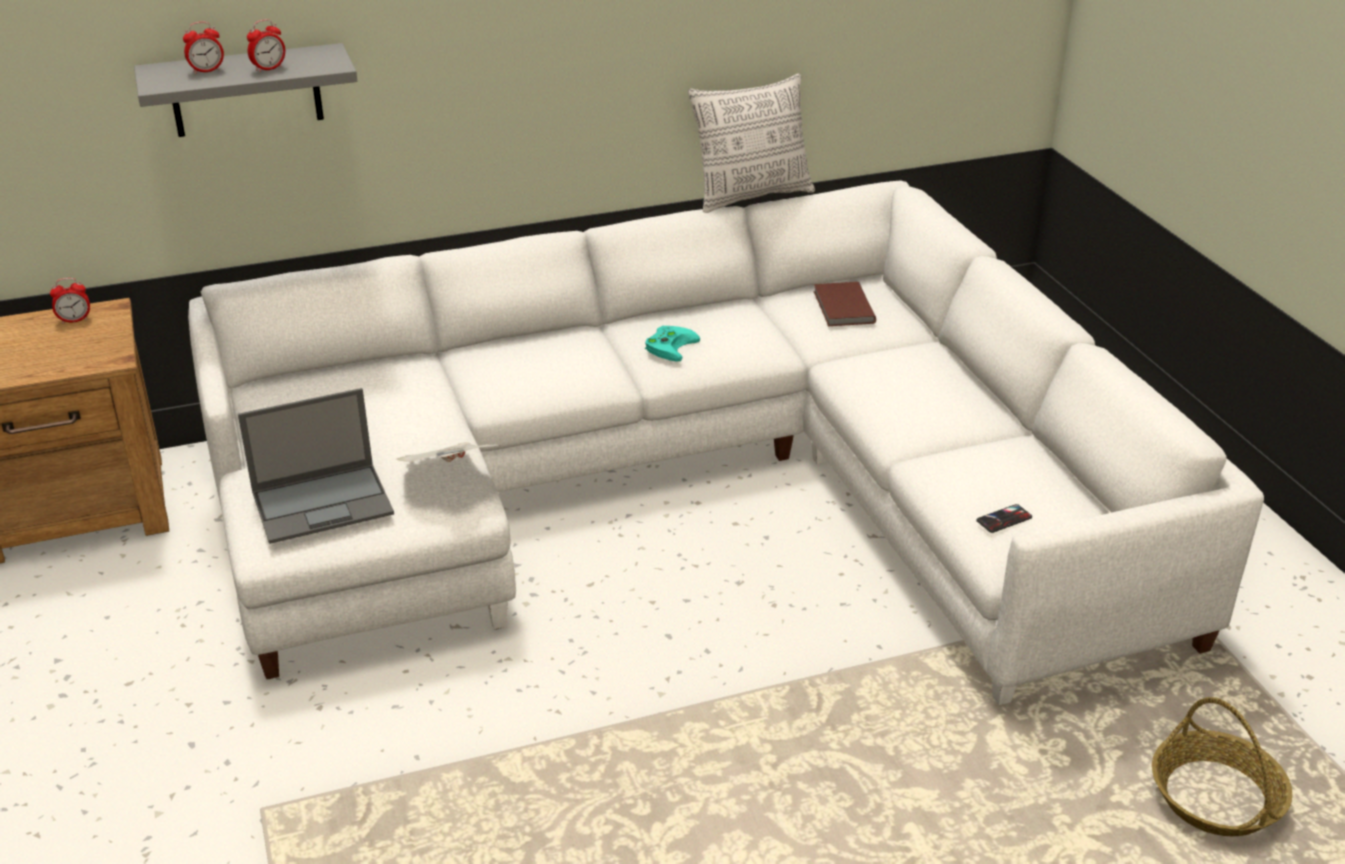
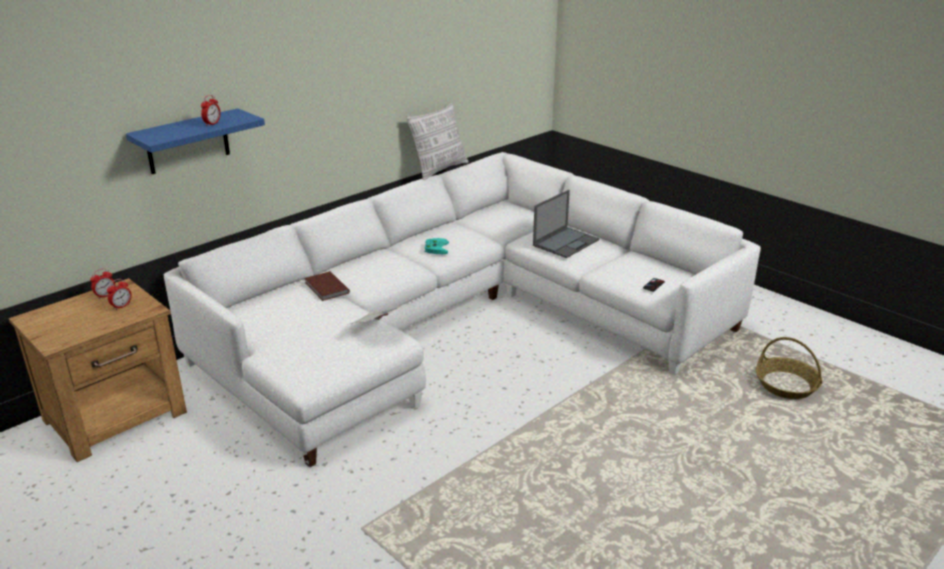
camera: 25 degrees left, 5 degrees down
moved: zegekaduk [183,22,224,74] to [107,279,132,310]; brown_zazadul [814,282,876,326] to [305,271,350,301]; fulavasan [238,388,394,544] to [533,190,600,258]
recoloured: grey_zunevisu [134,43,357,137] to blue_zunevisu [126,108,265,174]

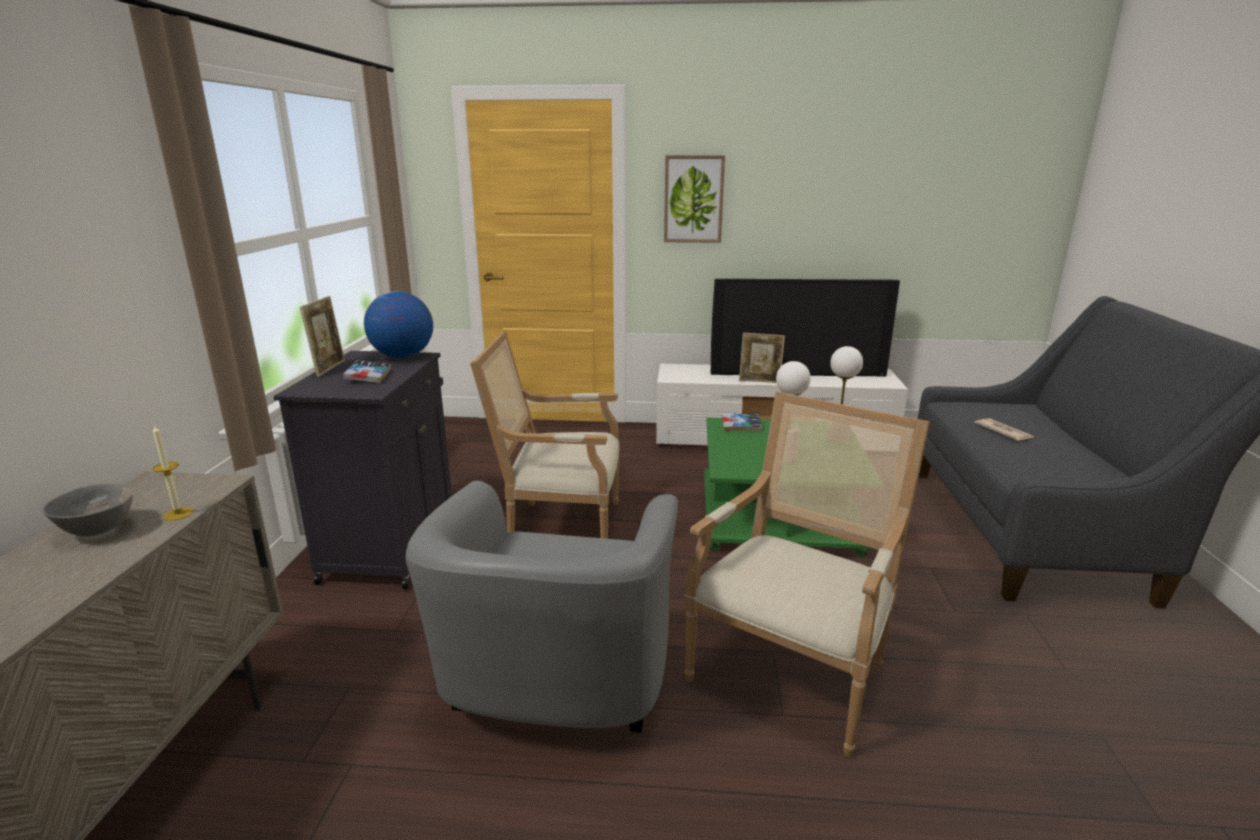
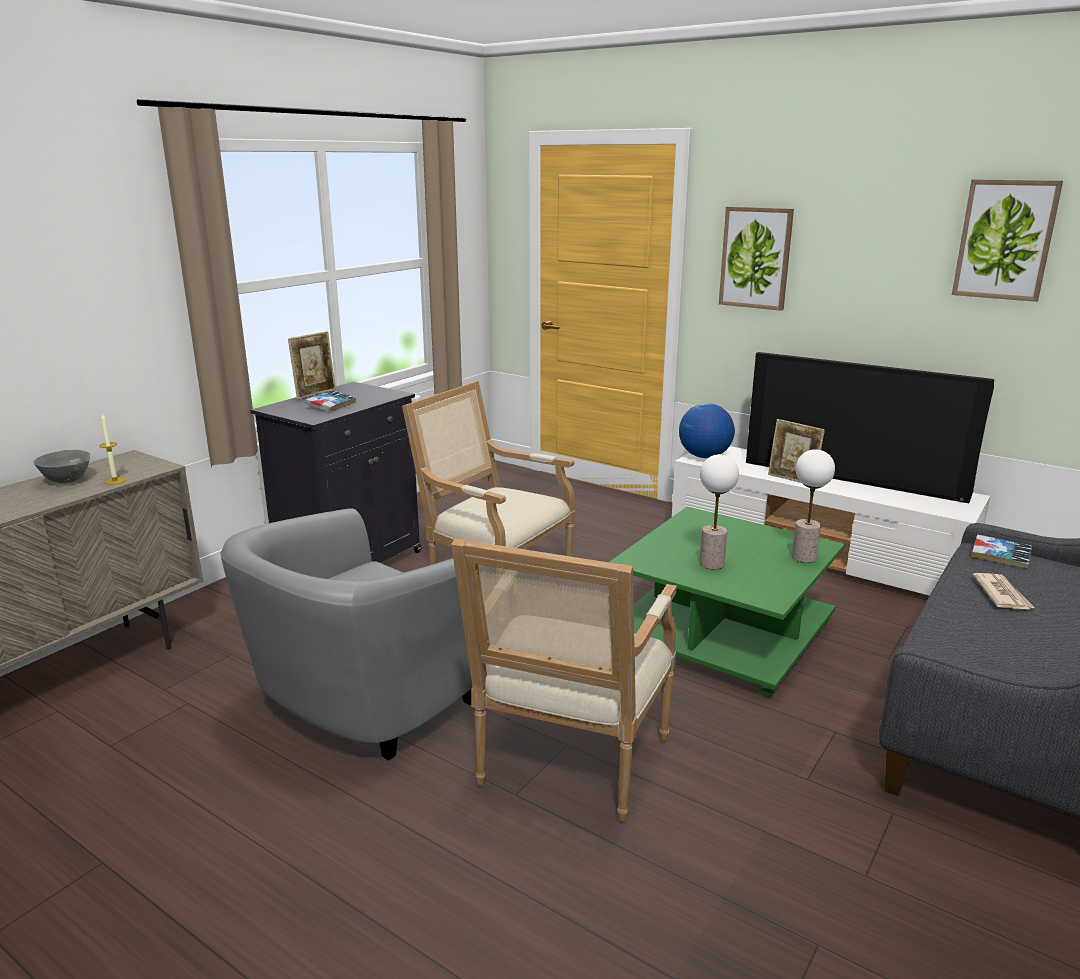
camera: 30 degrees right, 0 degrees up
added: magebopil [952,180,1063,302]
moved: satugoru [364,291,433,358] to [679,403,735,458]; zazadul [722,414,762,432] to [971,534,1032,568]
turned: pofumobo [684,391,930,757] = [451,538,677,821] 135 degrees clockwise

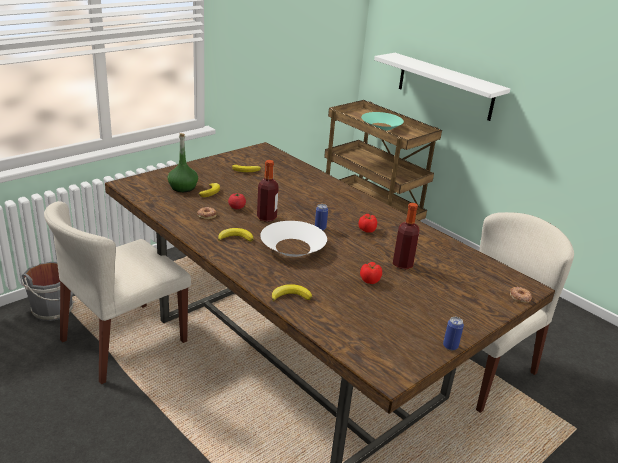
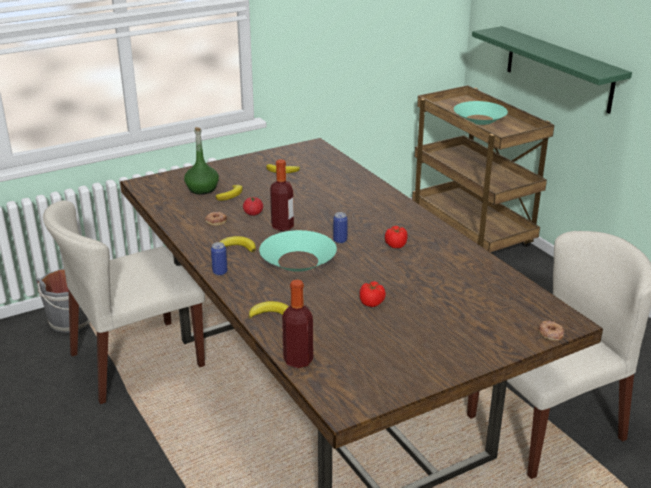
camera: 15 degrees right, 0 degrees up
moved: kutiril [393,203,419,269] to [282,279,313,368]; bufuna [443,317,464,350] to [211,242,228,275]
recoloured: white_zunevisu [374,53,510,121] to green_zunevisu [472,26,632,114]; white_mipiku [260,221,327,257] to turquoise_mipiku [259,230,337,272]

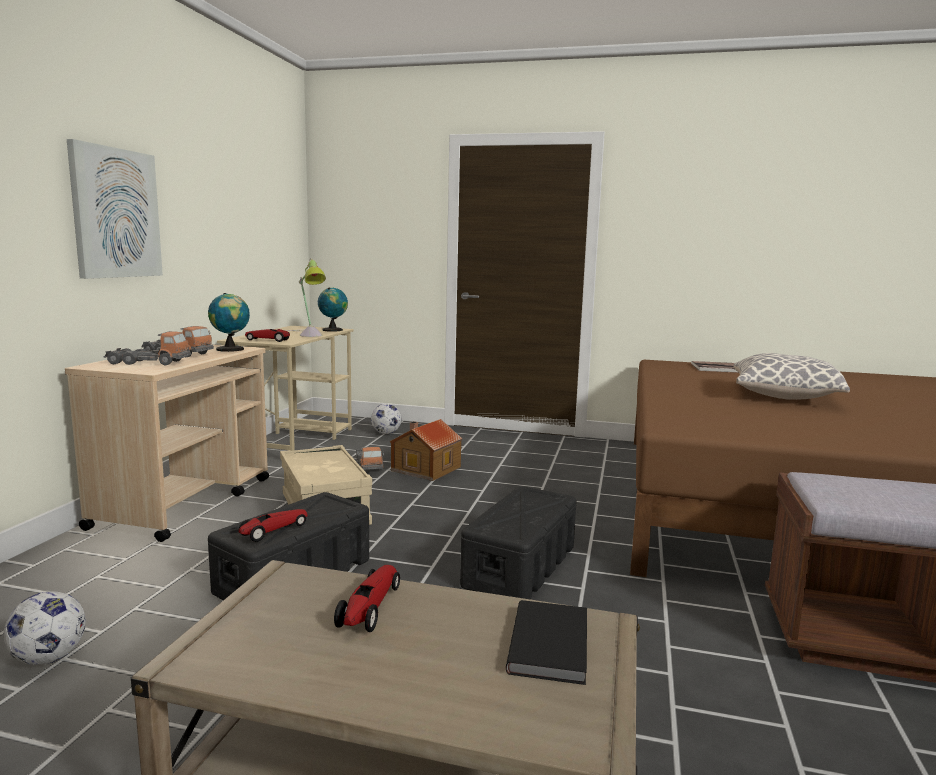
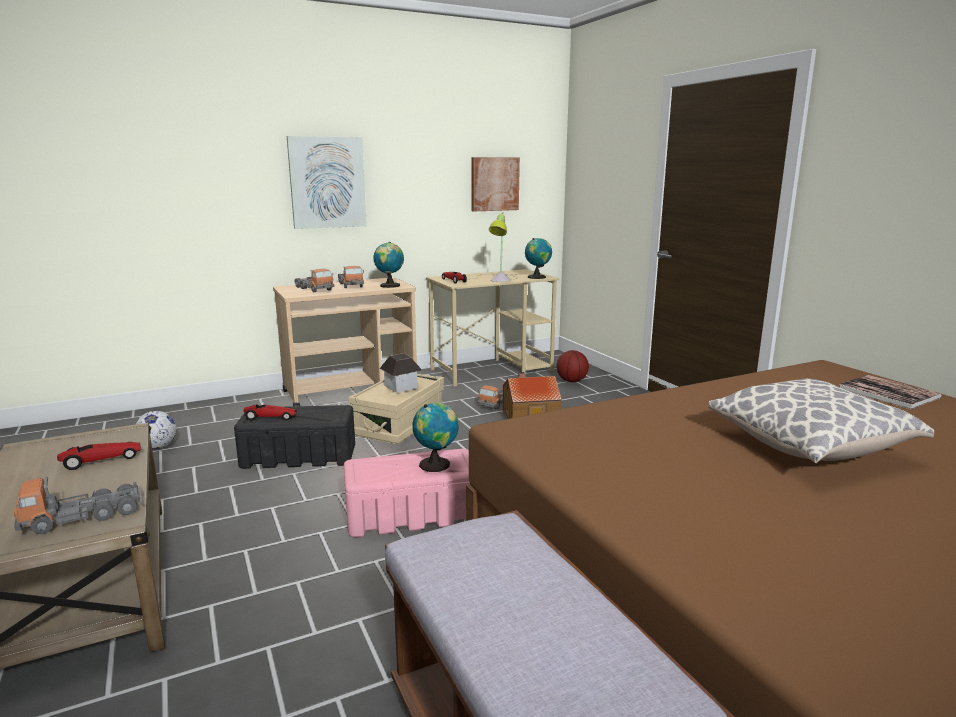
camera: 50 degrees right, 5 degrees up
added: magebopil [471,157,520,212]; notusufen [380,353,422,393]; satugoru [412,403,459,472]
replaced: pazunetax [371,404,402,434] to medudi [556,350,589,382]; black_zazadul [506,600,587,685] to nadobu [14,476,142,534]
recoloured: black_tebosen [460,486,576,599] to pink_tebosen [344,449,470,538]

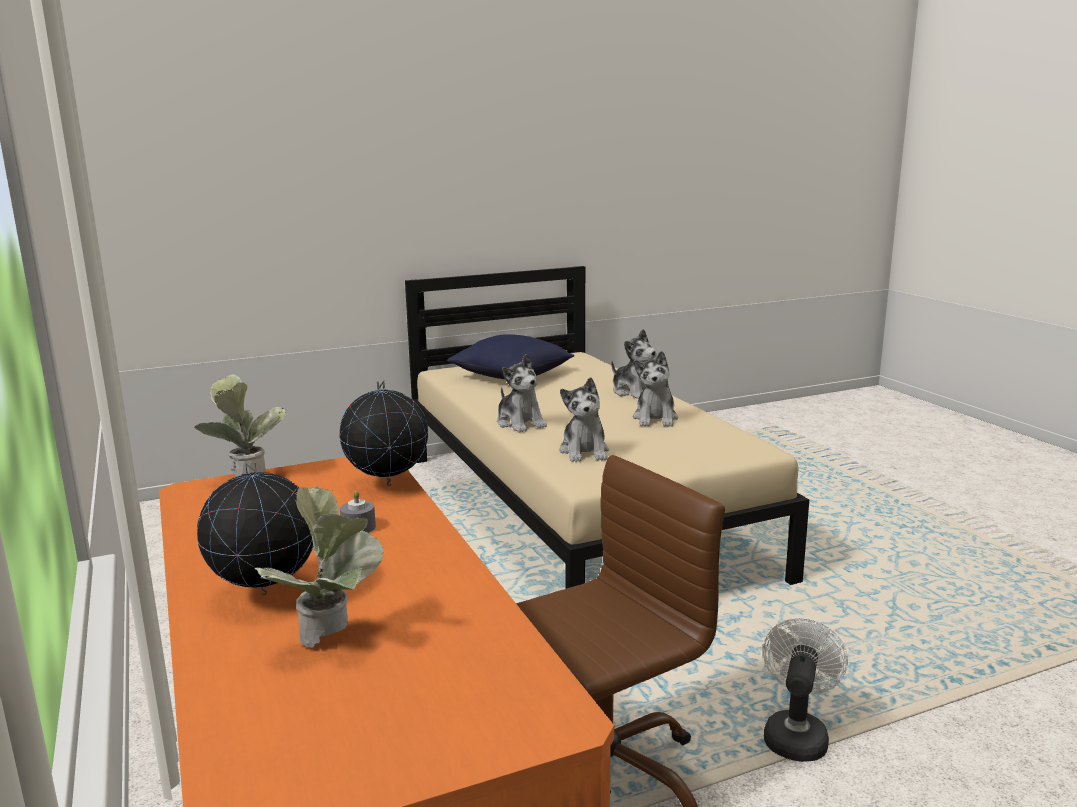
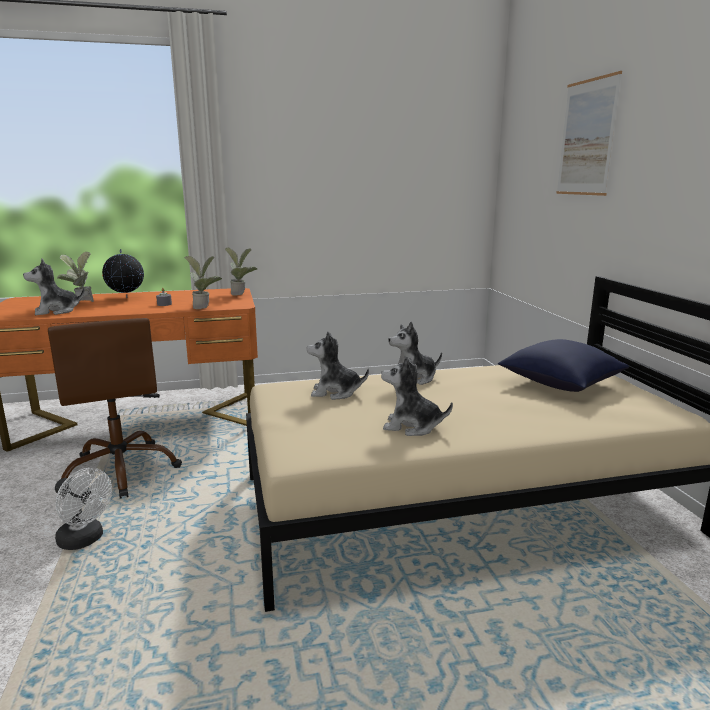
camera: 100 degrees right, 0 degrees up
added: magebopil [556,71,622,196]
moved: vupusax [611,329,657,399] to [23,258,85,315]
replaced: satugoru [339,380,428,486] to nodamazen [185,256,222,309]

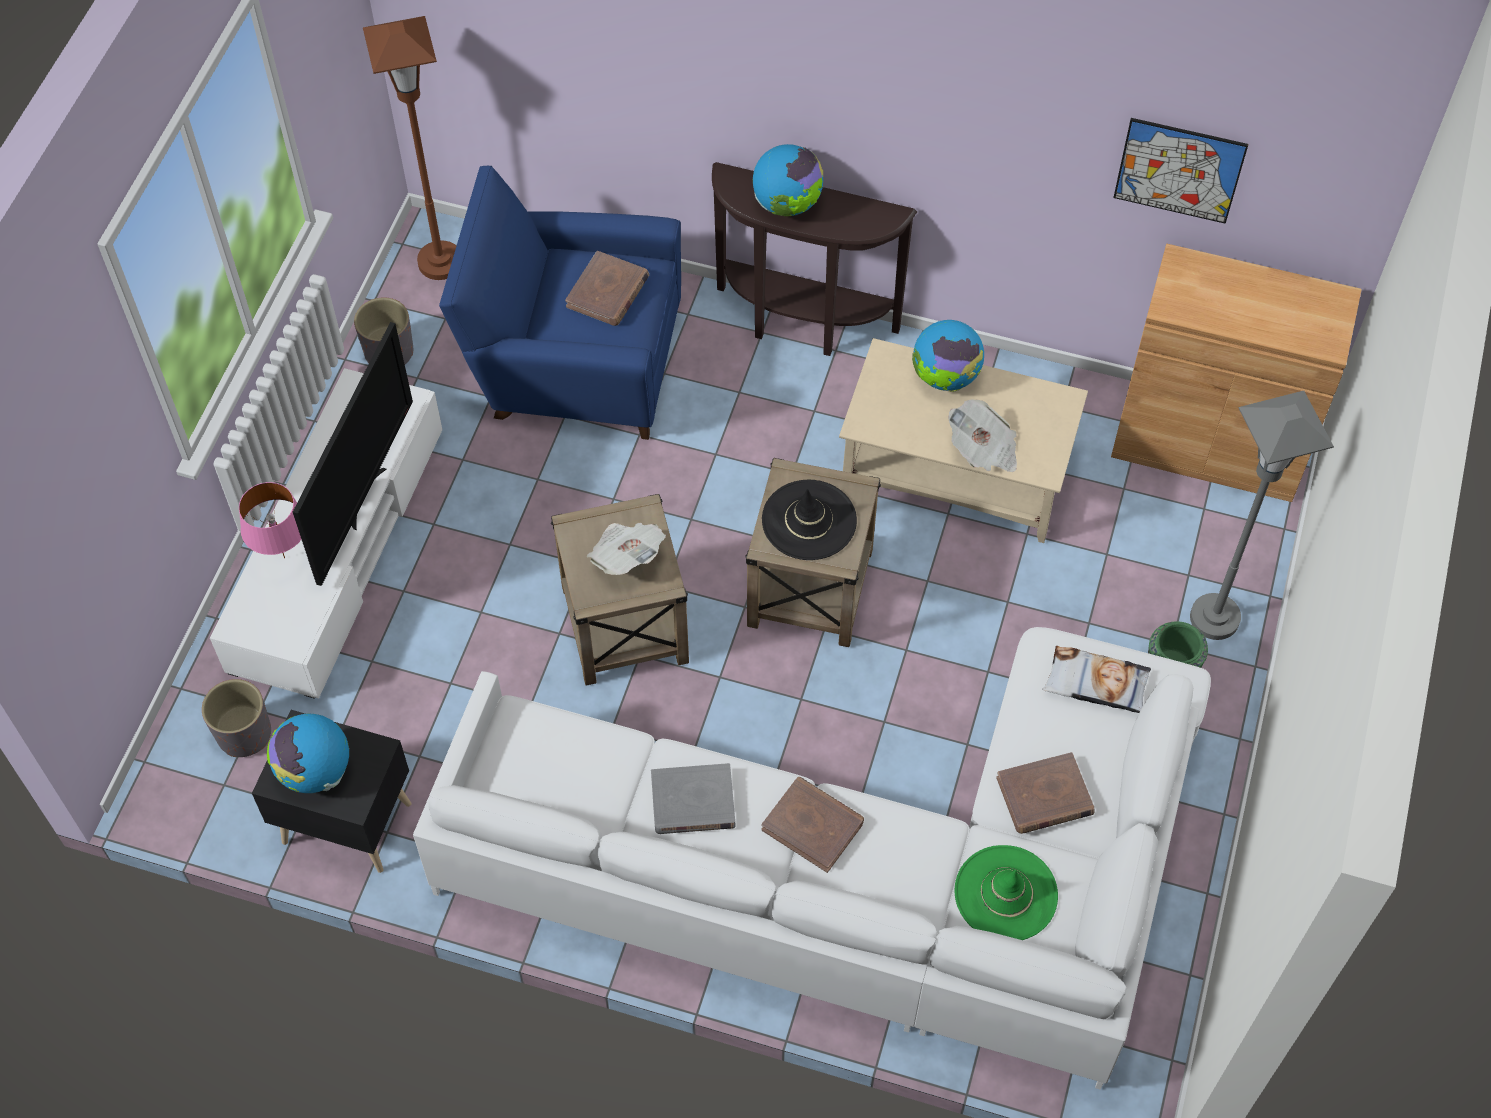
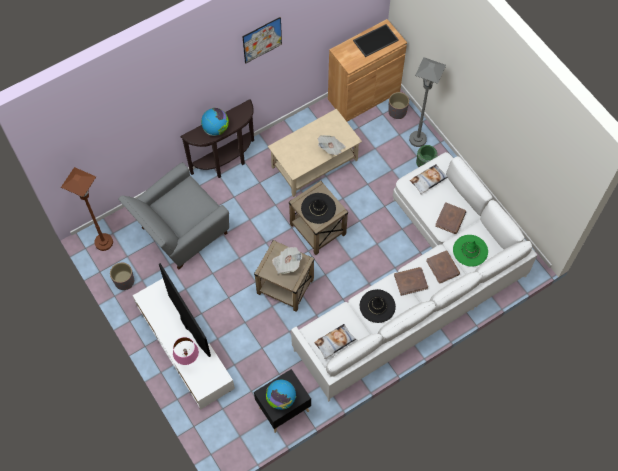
camera: 50 degrees left, 5 degrees up
removed: satugoru [912,320,984,392]
added: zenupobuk [353,24,399,57]; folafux [314,324,356,359]
moved: magebopil [1113,118,1248,224] to [242,17,282,64]; brown_zazadul [565,251,649,326] to [426,250,460,284]; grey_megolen [202,679,271,757] to [388,92,409,119]
replaced: grey_zazadul [651,763,735,834] to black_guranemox [360,289,396,323]
recoloured: blue_pofumobo [439,165,681,440] to grey_pofumobo [118,162,229,269]

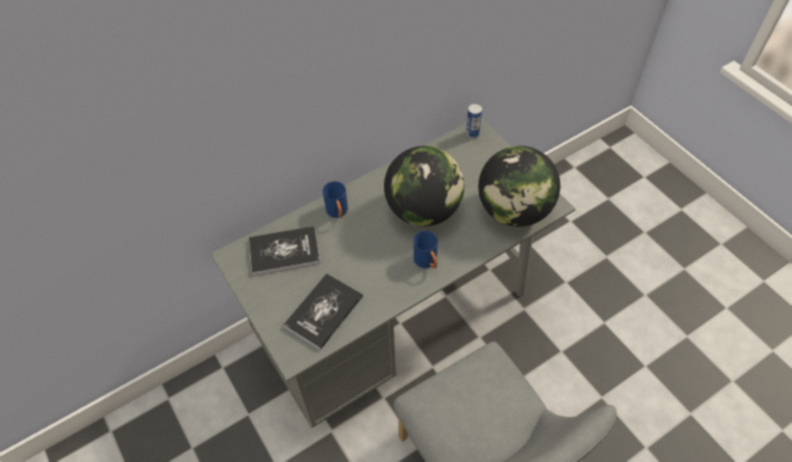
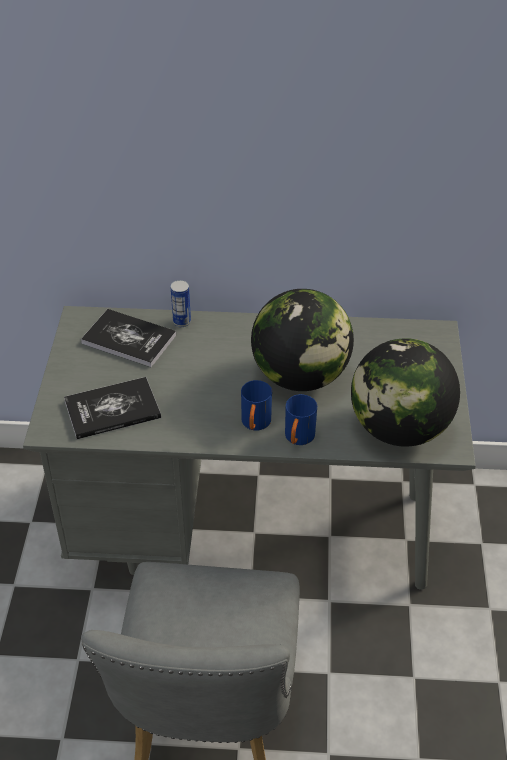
camera: 35 degrees right, 10 degrees down
moved: bufuna [466,104,482,139] to [170,280,191,327]; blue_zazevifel [323,181,348,218] to [285,394,317,445]

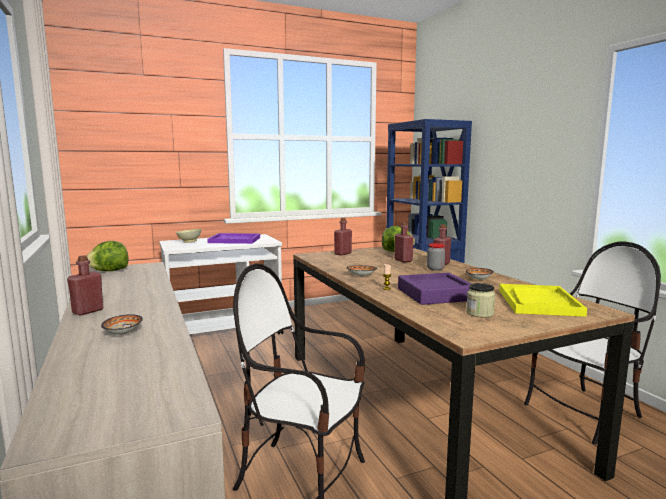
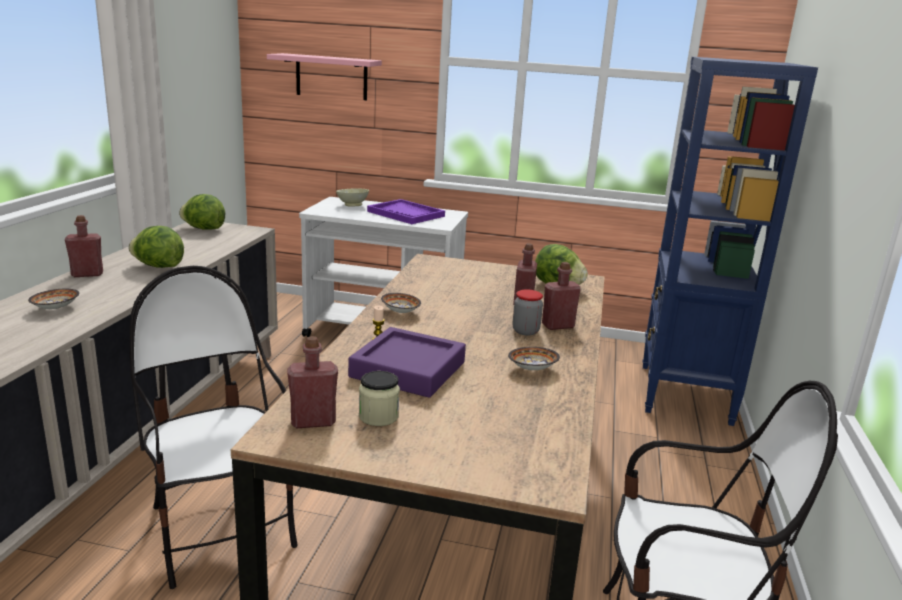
camera: 35 degrees right, 10 degrees up
removed: yellow_zenupobuk [499,284,587,317]
added: pink_zunevisu [267,53,382,100]; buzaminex [129,226,184,268]
moved: red_kutiril [334,218,352,255] to [287,336,338,428]

